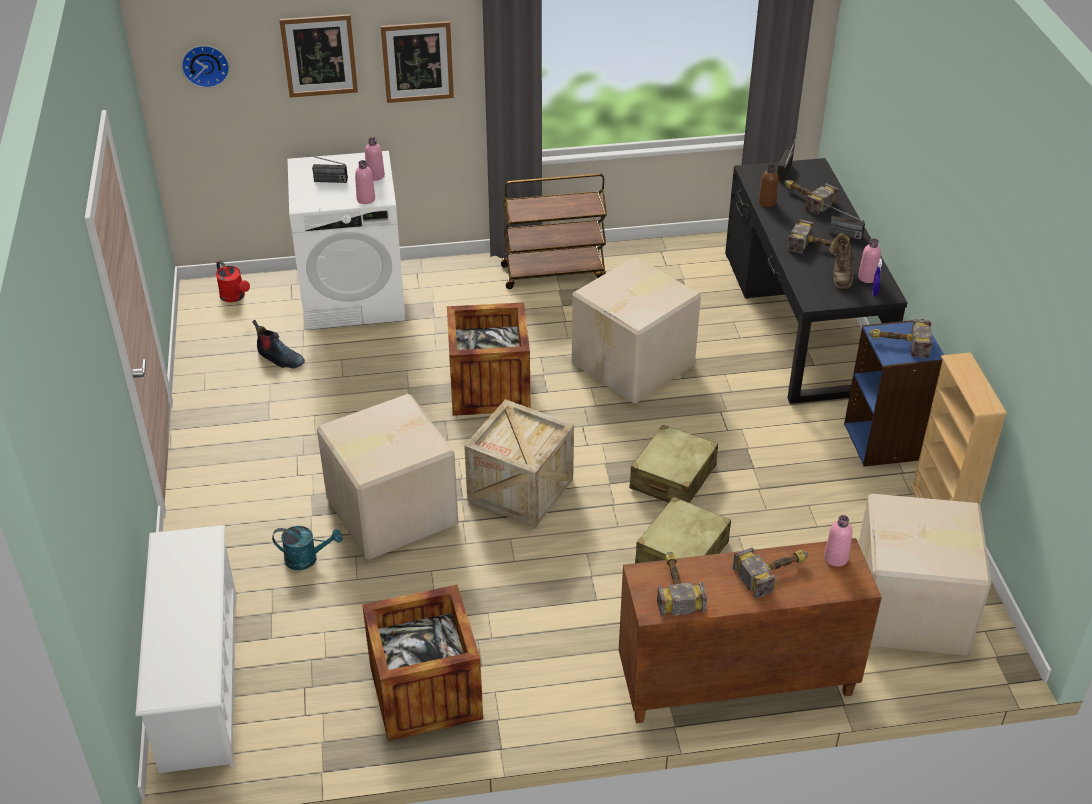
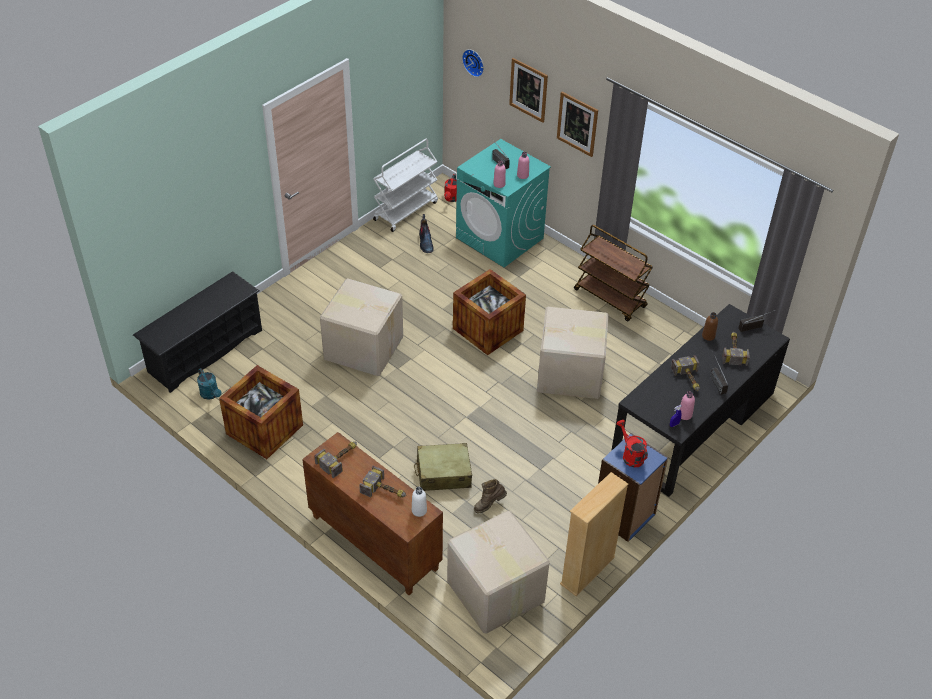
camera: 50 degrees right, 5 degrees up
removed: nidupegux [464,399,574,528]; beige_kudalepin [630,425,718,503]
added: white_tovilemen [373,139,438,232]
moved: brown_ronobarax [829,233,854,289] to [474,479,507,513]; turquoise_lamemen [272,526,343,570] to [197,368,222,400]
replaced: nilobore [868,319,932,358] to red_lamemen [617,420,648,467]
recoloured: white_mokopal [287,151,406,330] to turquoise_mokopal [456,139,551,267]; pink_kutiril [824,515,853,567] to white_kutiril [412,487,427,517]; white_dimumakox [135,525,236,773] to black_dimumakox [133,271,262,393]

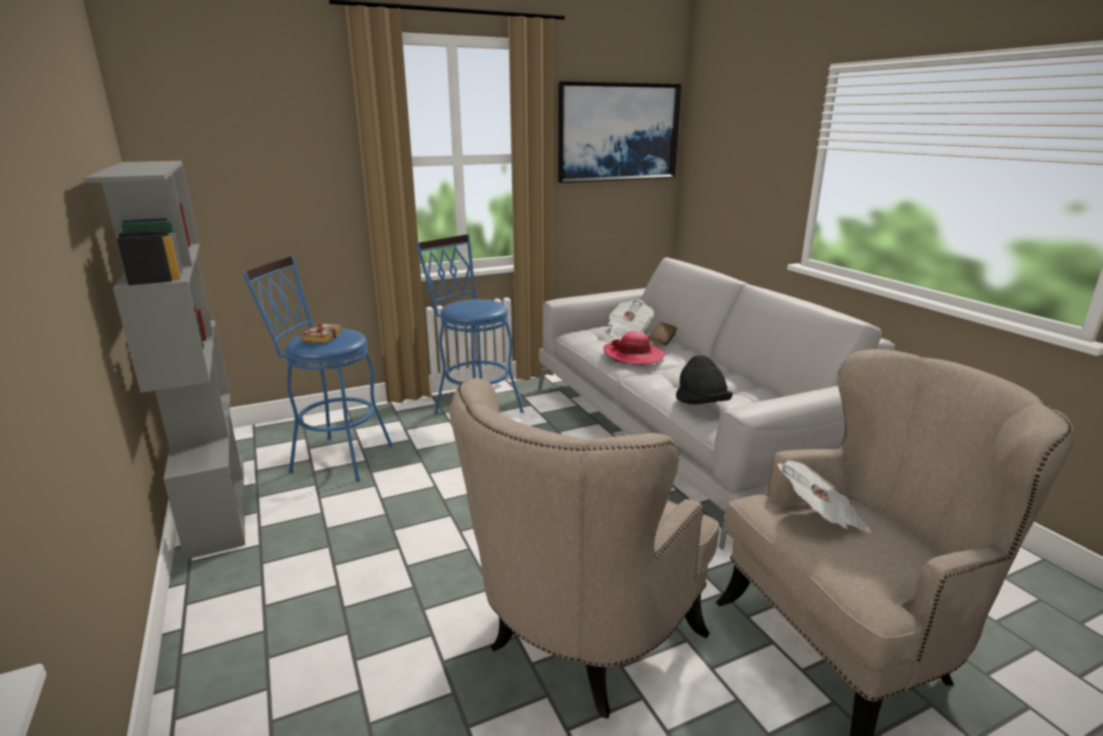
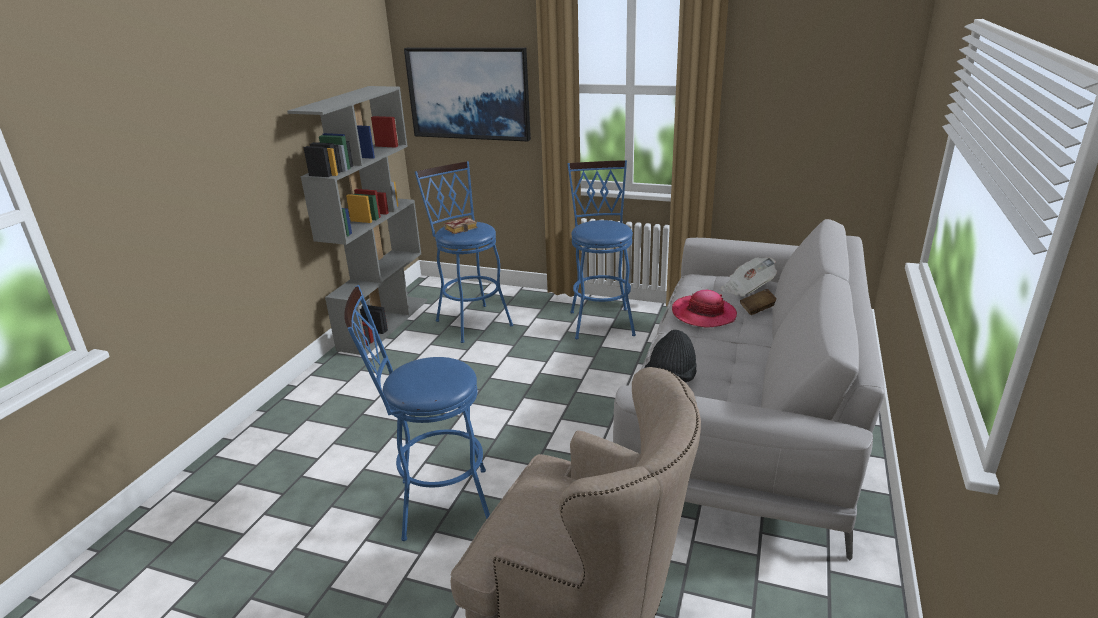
camera: 45 degrees right, 5 degrees up
removed: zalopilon [777,461,872,533]
moved: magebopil [558,81,681,183] to [404,47,531,142]
replaced: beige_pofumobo [449,378,719,719] to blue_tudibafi [344,285,490,541]

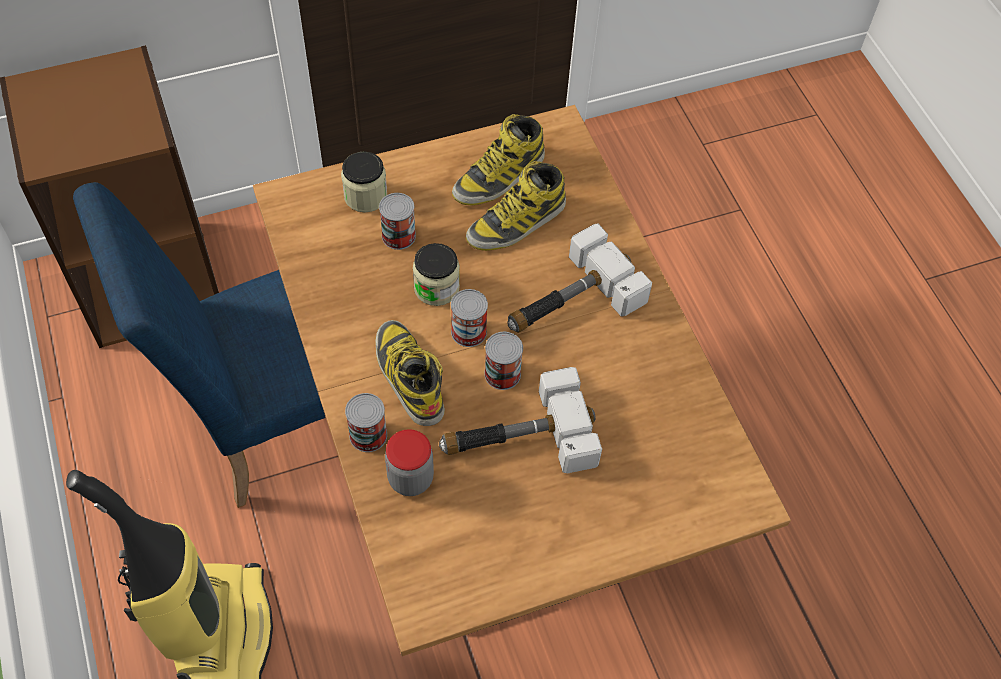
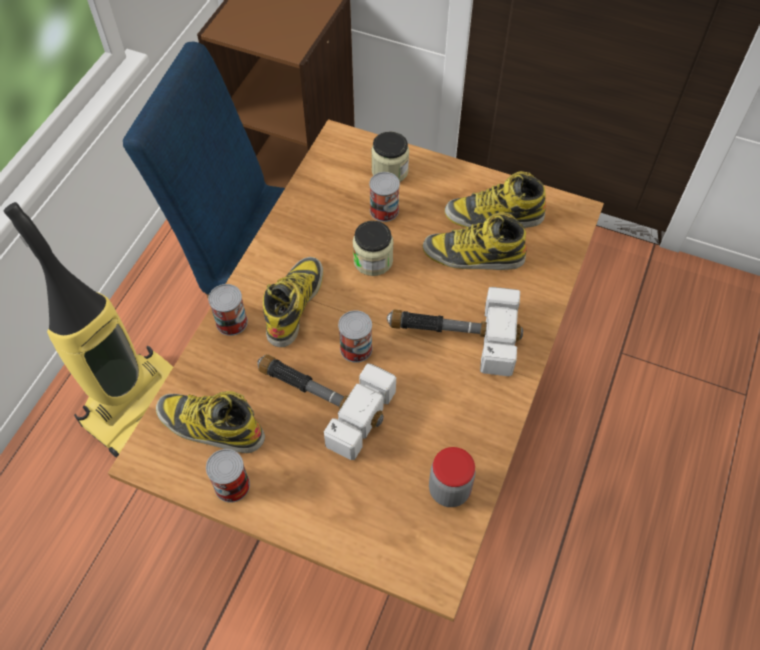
camera: 45 degrees right, 0 degrees up
added: ronobarax [156,391,265,453]
moved: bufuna [451,289,488,347] to [206,449,250,503]; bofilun [385,429,434,496] to [429,447,475,507]

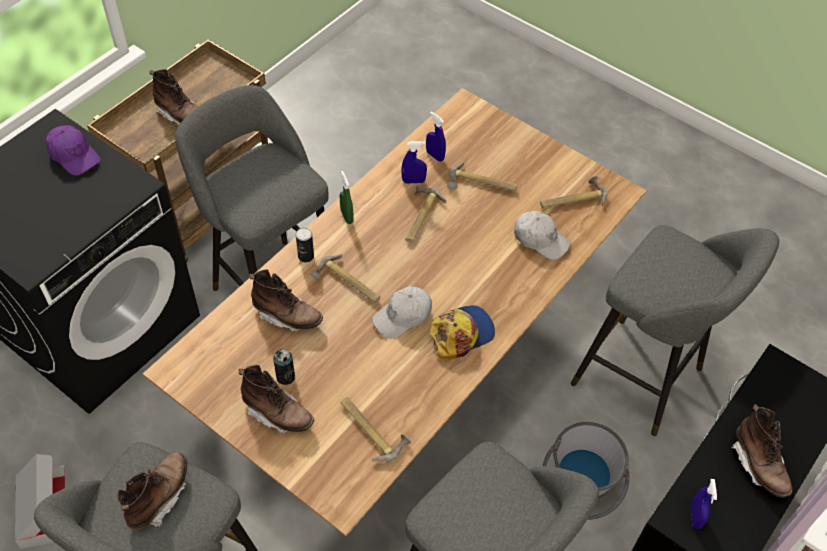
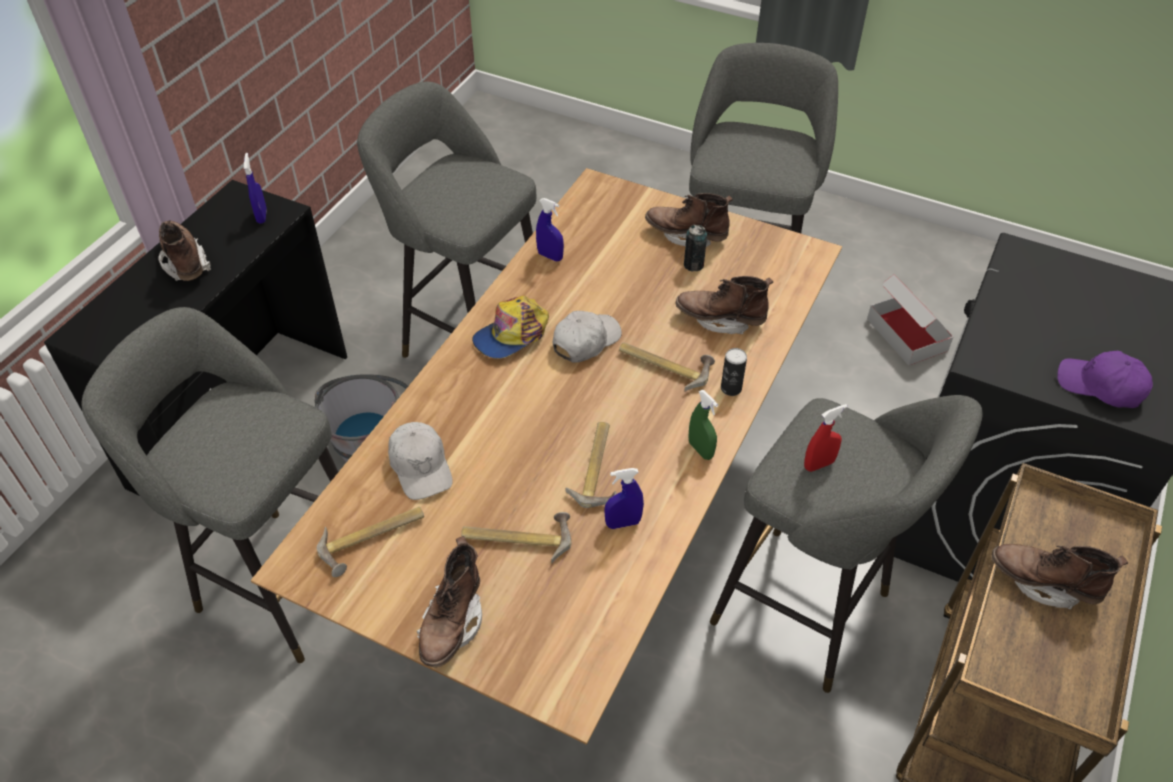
camera: 170 degrees right, 5 degrees down
removed: nilobore [341,397,411,462]
added: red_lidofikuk [804,404,847,472]
moved: blue_lidofikuk [426,111,446,162] to [536,198,564,261]; brown_ronobarax [117,451,187,530] to [417,536,482,668]
turned: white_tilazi [514,211,570,260] = [388,422,453,500] 135 degrees counterclockwise

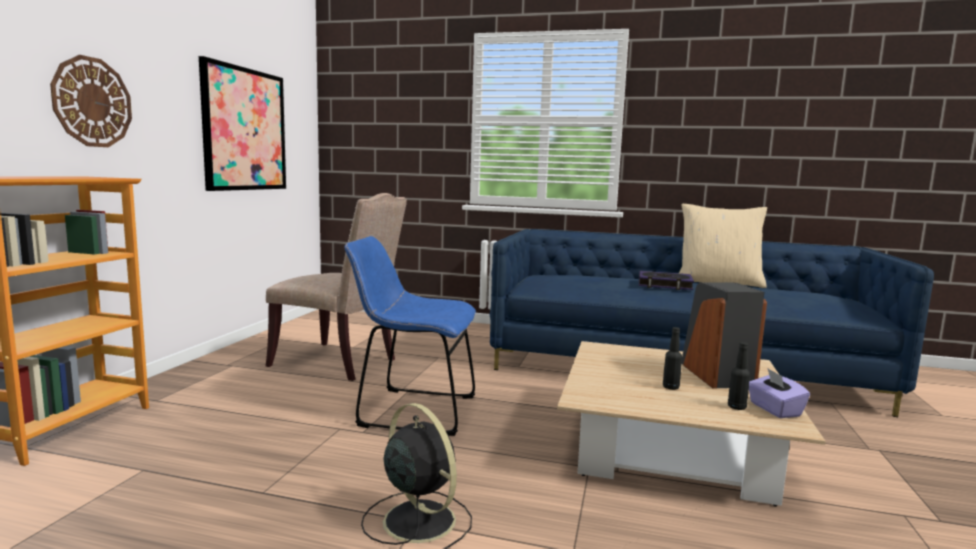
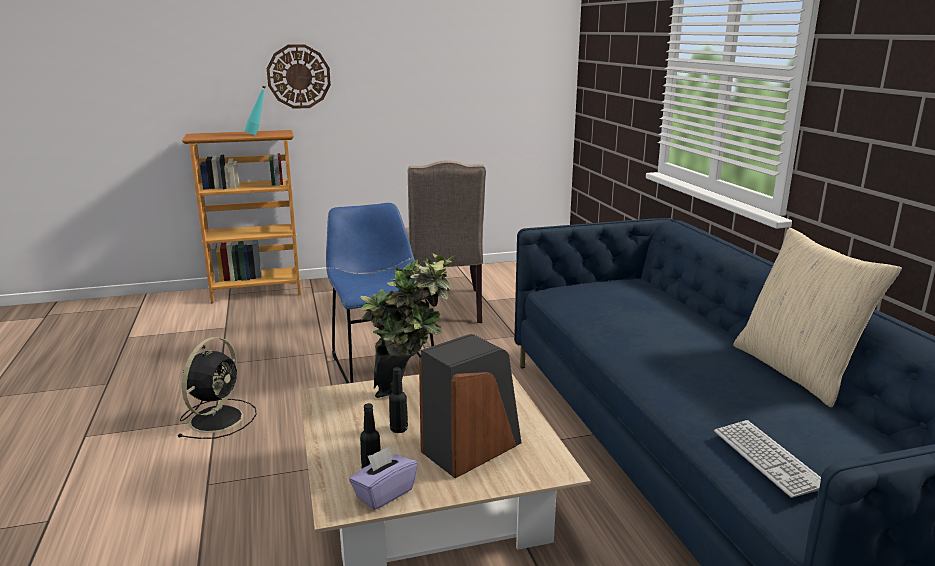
camera: 60 degrees right, 10 degrees up
removed: magebopil [199,56,286,191]; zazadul [639,271,694,290]
added: turquoise_kutiril [245,86,266,135]; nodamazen [361,253,456,398]; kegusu [714,420,821,498]

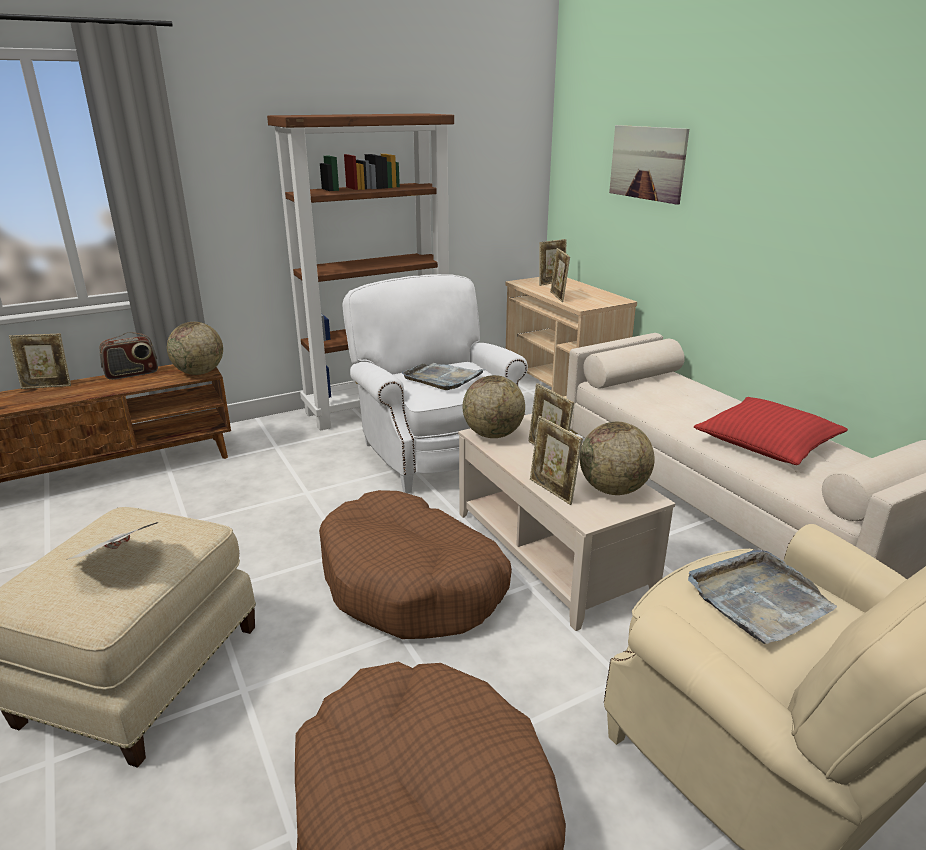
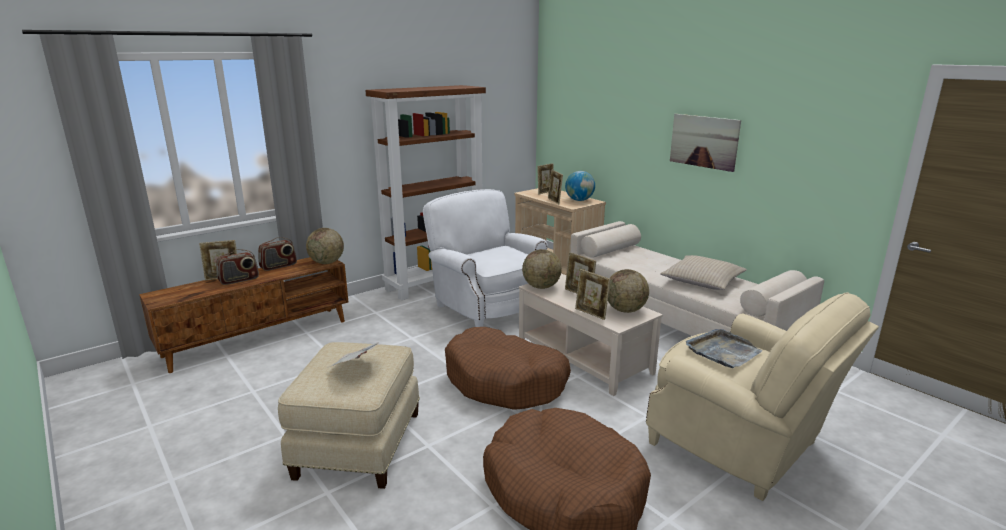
camera: 10 degrees left, 5 degrees down
removed: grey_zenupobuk [402,363,486,390]
added: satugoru [565,171,595,201]; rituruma [216,249,259,285]
moved: magebopil [609,125,689,205] to [670,114,741,172]
recoloured: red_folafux [694,397,848,465] to beige_folafux [660,255,747,290]

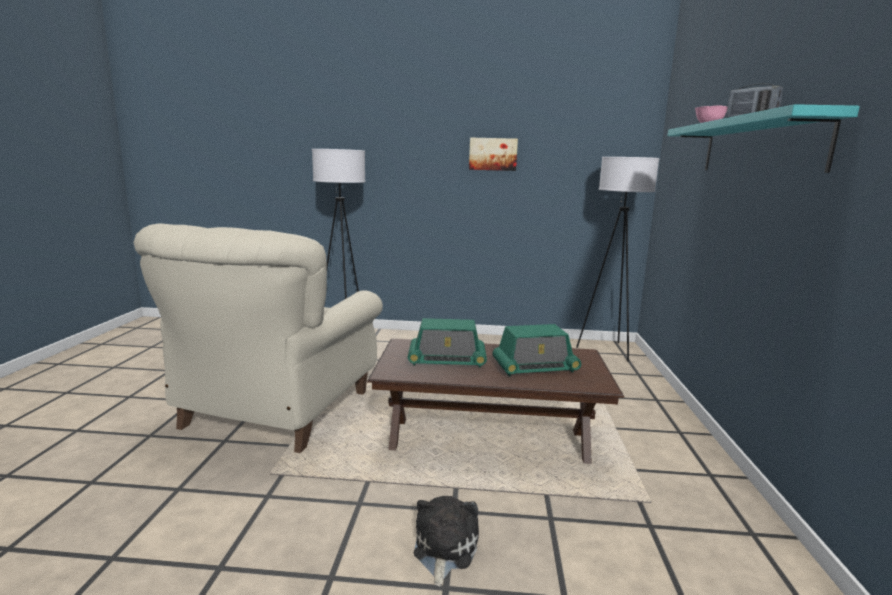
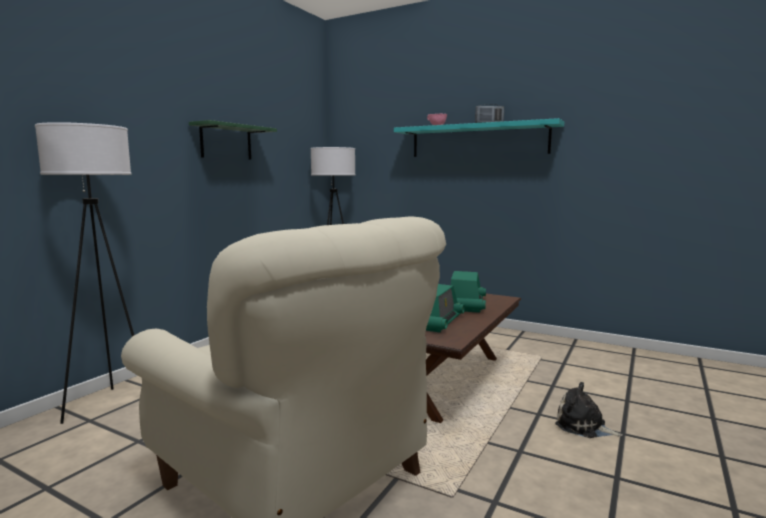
camera: 65 degrees left, 5 degrees down
replaced: magebopil [469,137,518,171] to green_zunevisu [189,120,277,159]

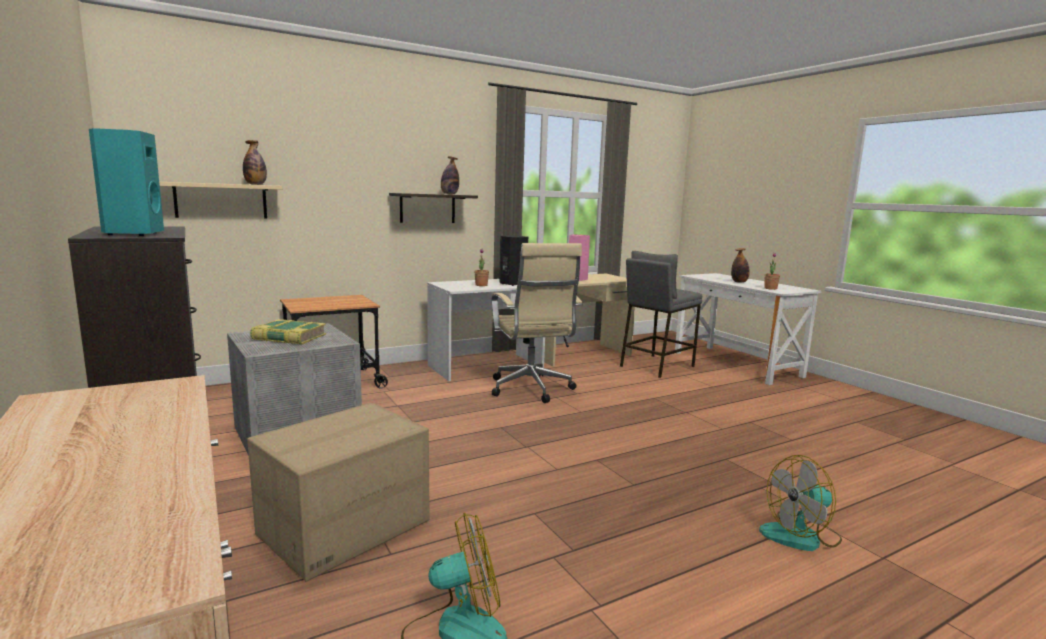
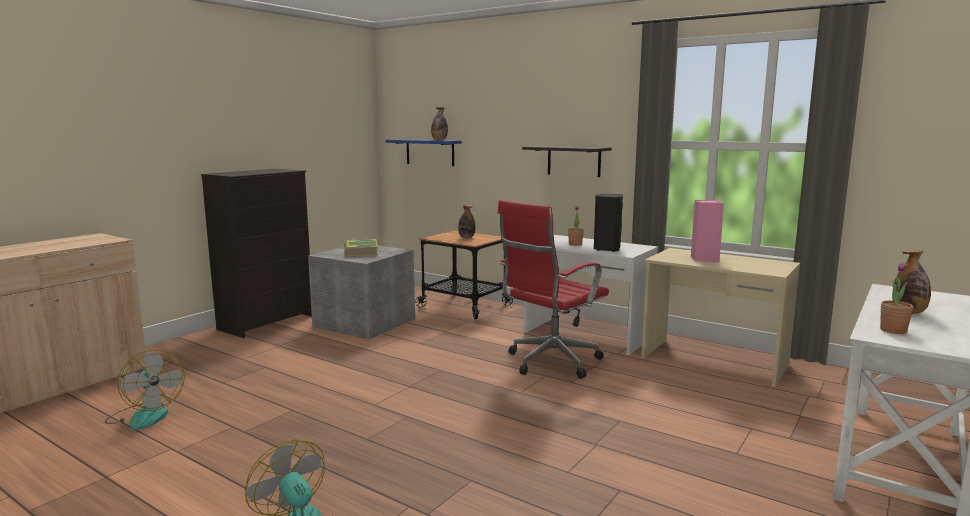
camera: 65 degrees right, 0 degrees up
removed: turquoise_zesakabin [89,128,164,236]; grey_tudibafi [620,251,702,378]; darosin [247,403,430,581]
moved: kutiril [441,156,459,195] to [458,204,475,238]
recoloured: beige_zunevisu [159,182,282,218] to blue_zunevisu [386,139,462,166]; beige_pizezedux [492,243,583,403] to red_pizezedux [498,200,609,379]

